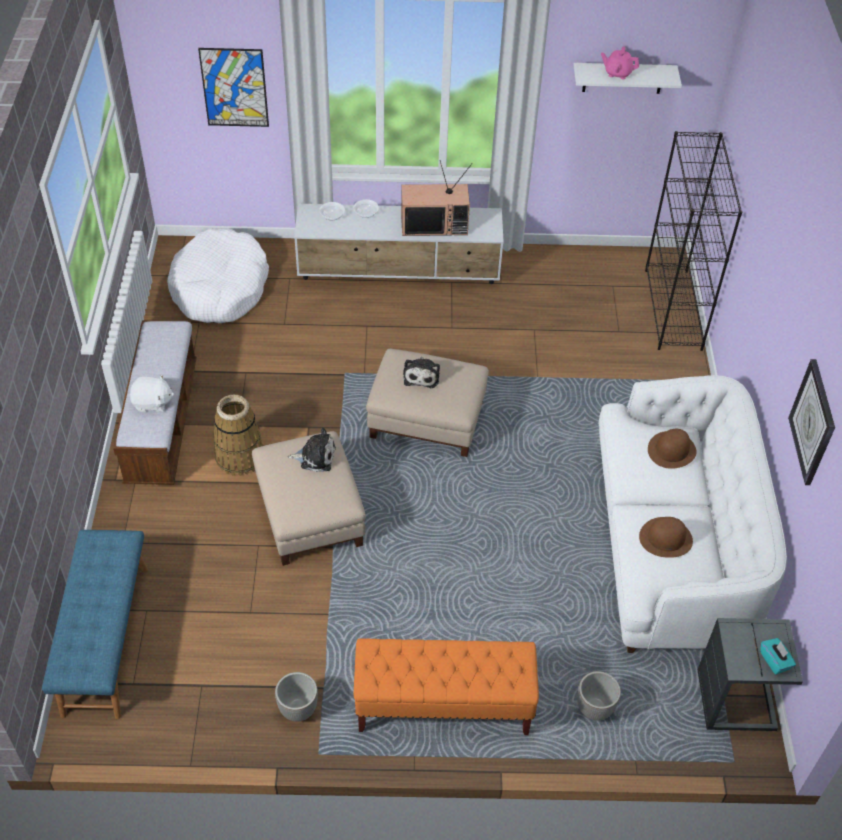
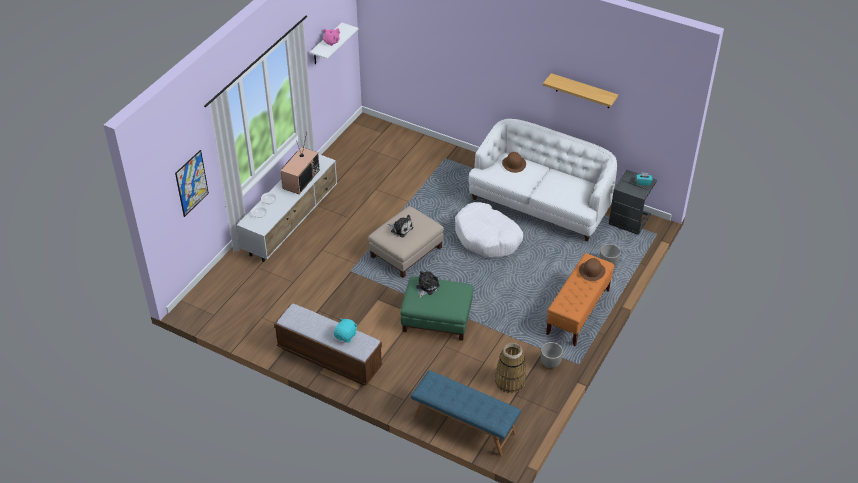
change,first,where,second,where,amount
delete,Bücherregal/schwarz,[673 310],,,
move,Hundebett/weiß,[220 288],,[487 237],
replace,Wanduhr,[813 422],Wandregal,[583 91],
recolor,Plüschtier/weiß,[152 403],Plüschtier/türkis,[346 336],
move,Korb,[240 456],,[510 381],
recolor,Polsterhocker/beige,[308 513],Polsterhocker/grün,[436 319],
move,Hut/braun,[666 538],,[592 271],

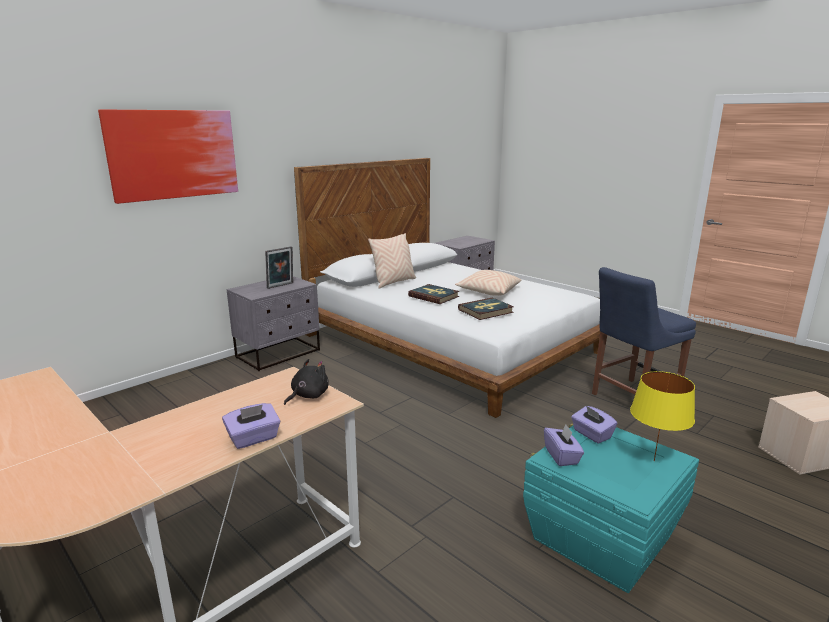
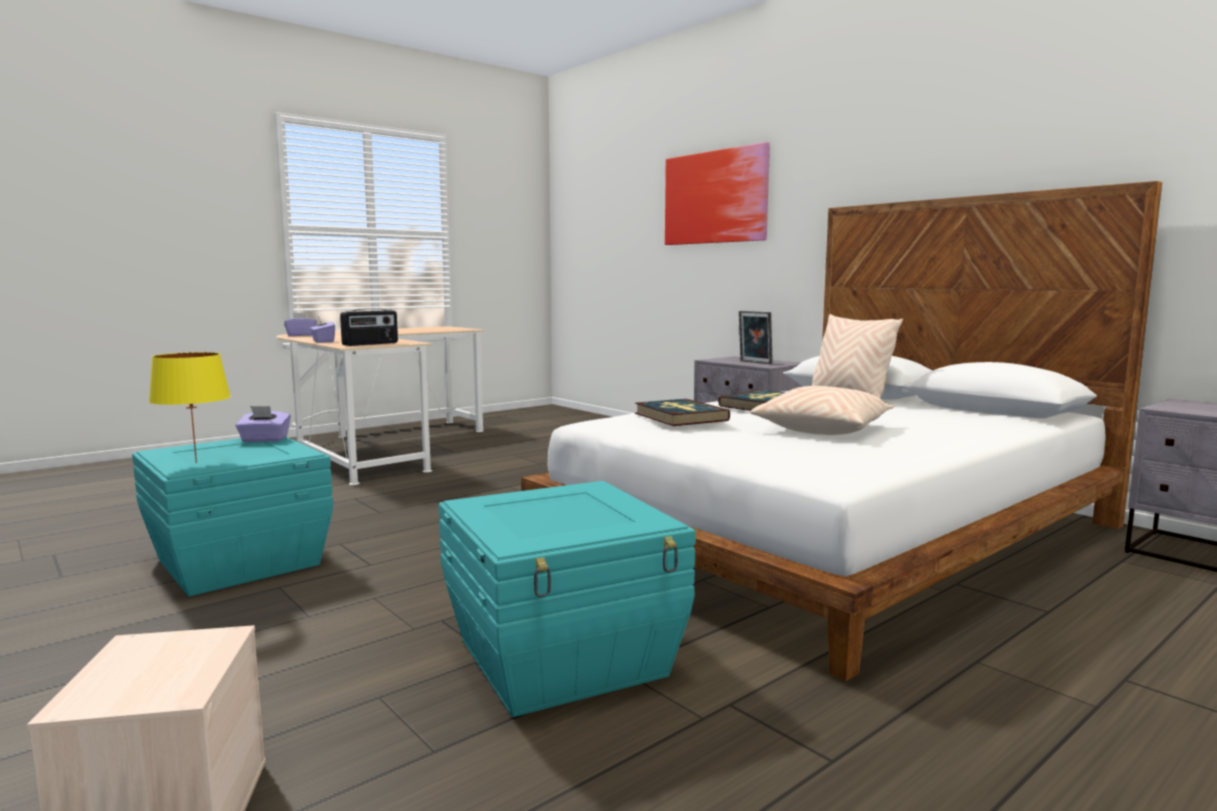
change,first,where,second,where,amount
replace,Stuhl/blau,[631 398],Aufbewahrungsbox/türkis,[564 658],
replace,Plüschtier/schwarz,[308 396],Radio,[370 344],
move,Taschentuchbox/lila,[591 434],,[300 335],

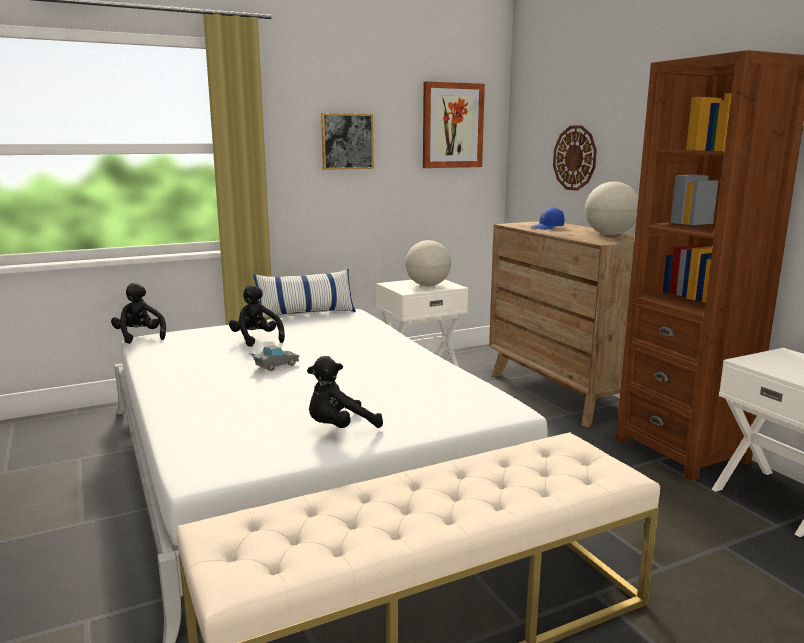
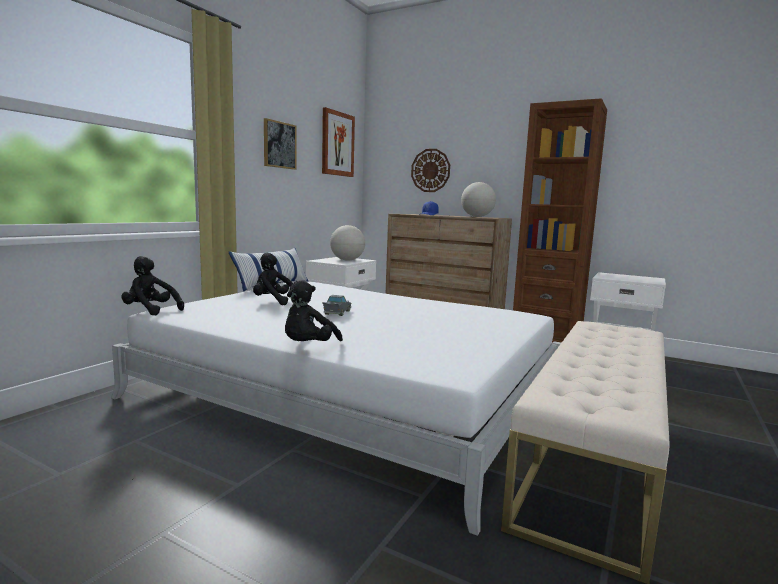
change,first,where,second,where,amount
move,Plüschtier/schwarz,[339 428],,[308 347],

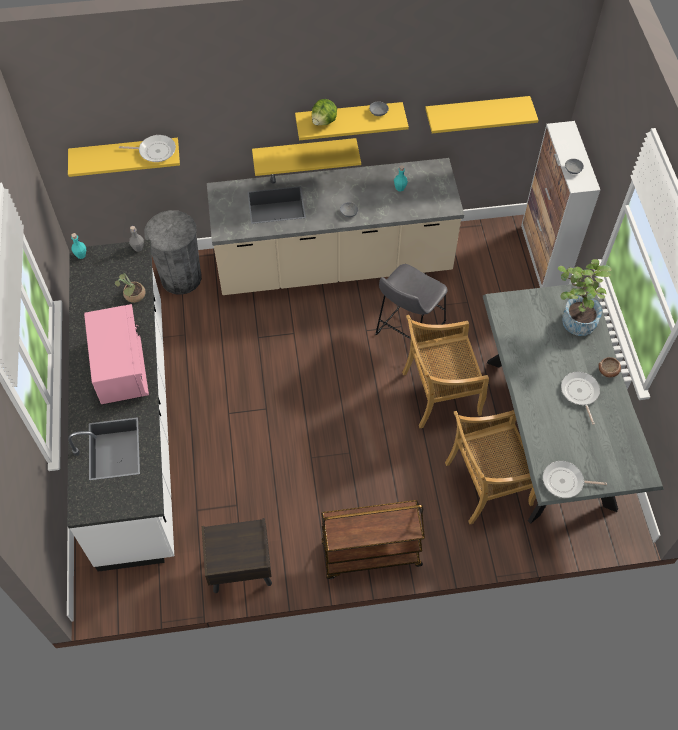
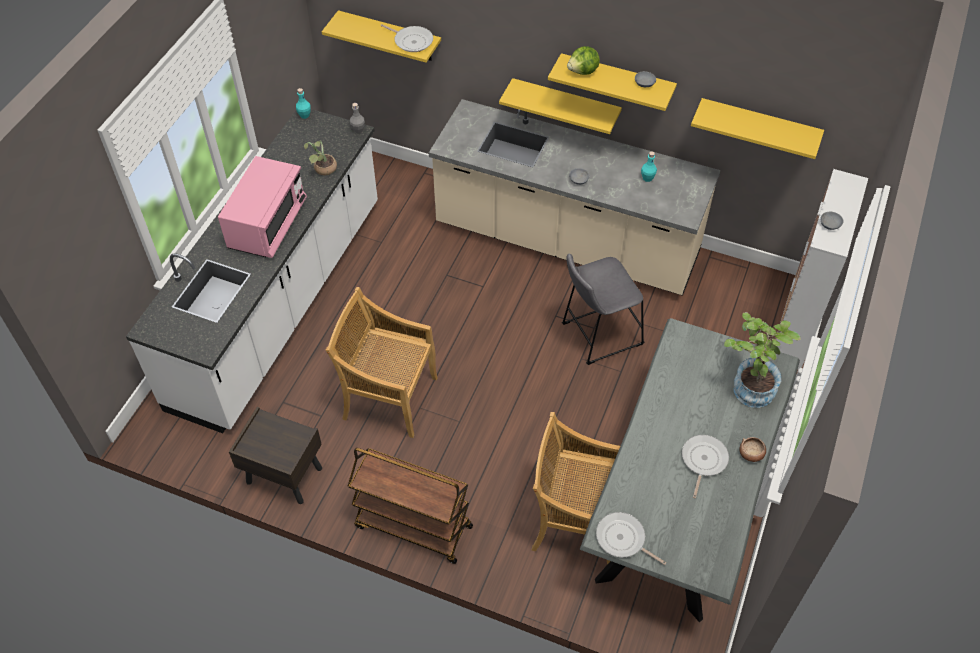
change,first,where,second,where,amount
delete,Mülleimer/grau,[181 278],,,
move,Stuhl/beige,[439 394],,[388 397],

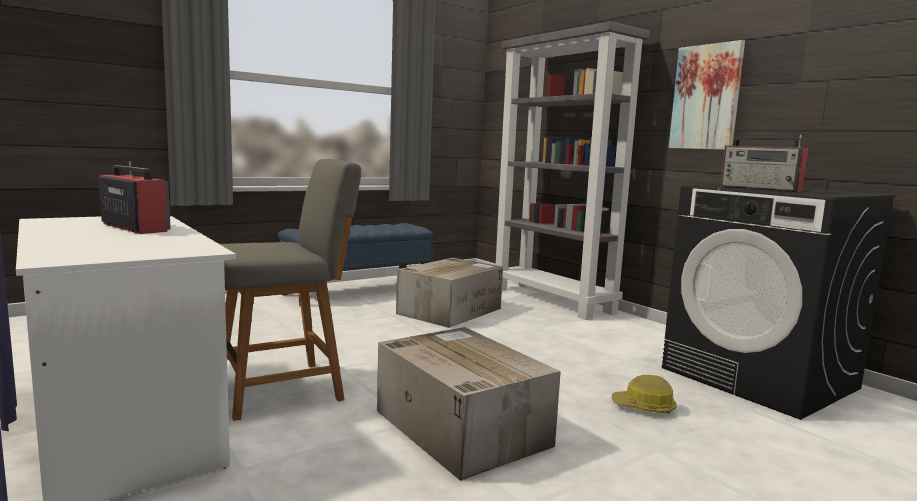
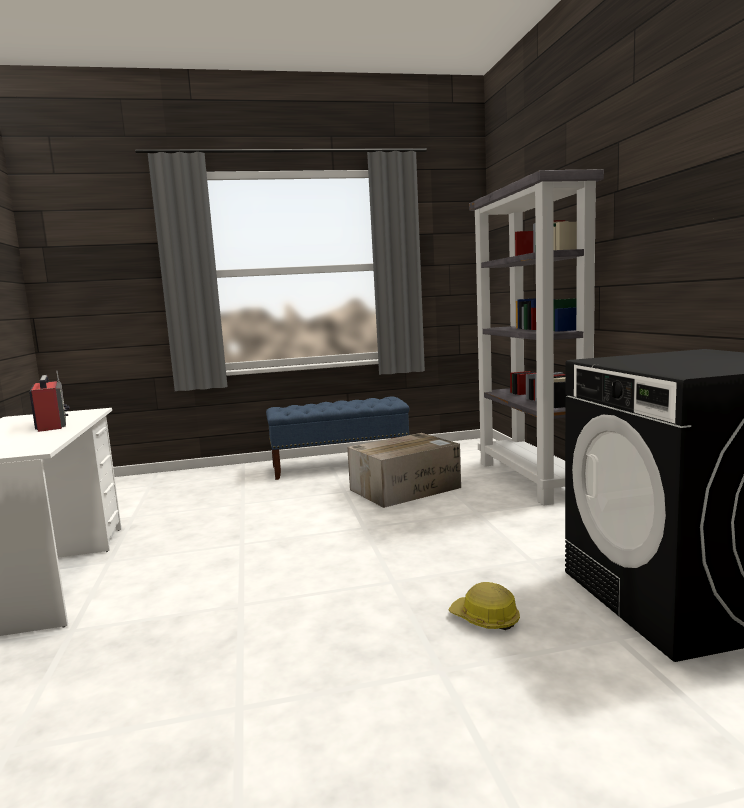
change,first,where,second,where,amount
delete,Bild,[706 97],,,
delete,Radio,[761 189],,,
delete,Stuhl/grau,[284 388],,,
delete,Karton,[459 427],,,

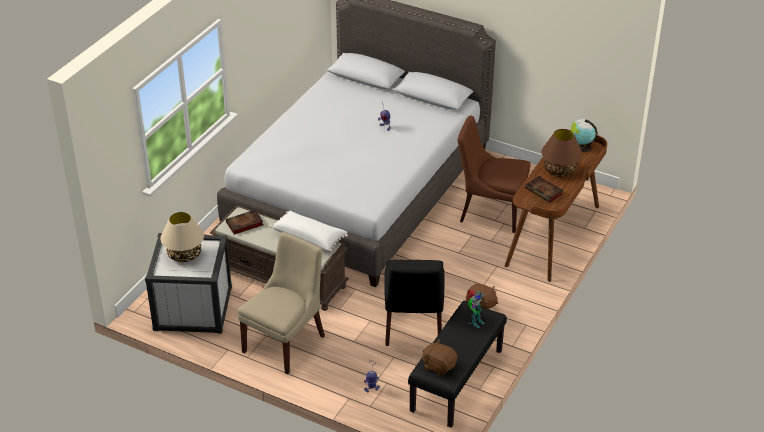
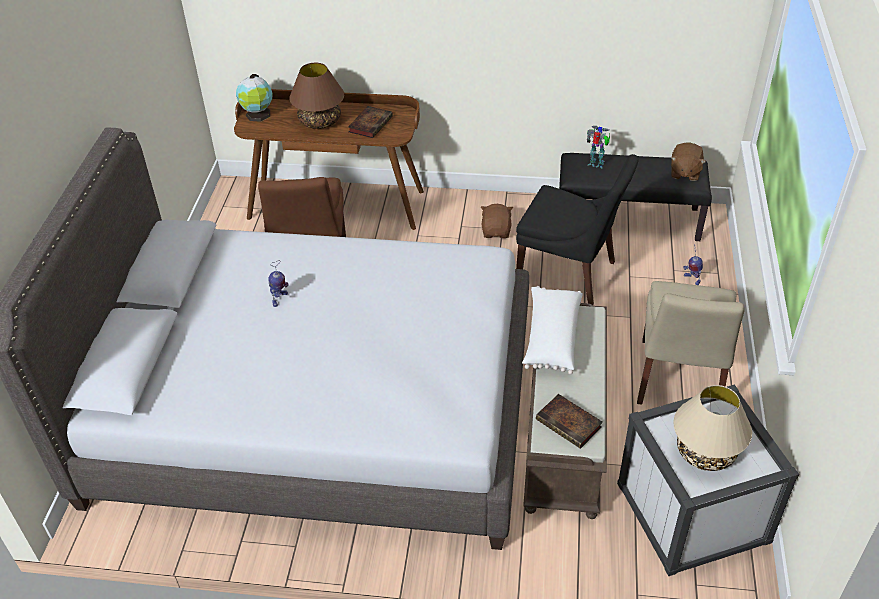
change,first,where,second,where,amount
rotate,Stuhl/beige,[285 342],,[679 380],90 degrees counterclockwise
rotate,Stuhl/schwarz,[413 327],,[569 274],45 degrees clockwise

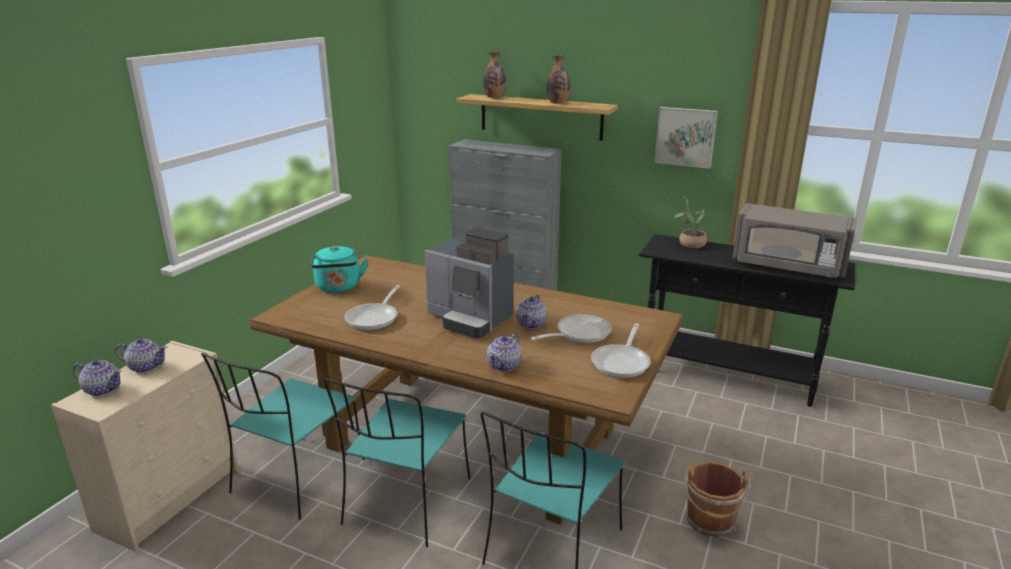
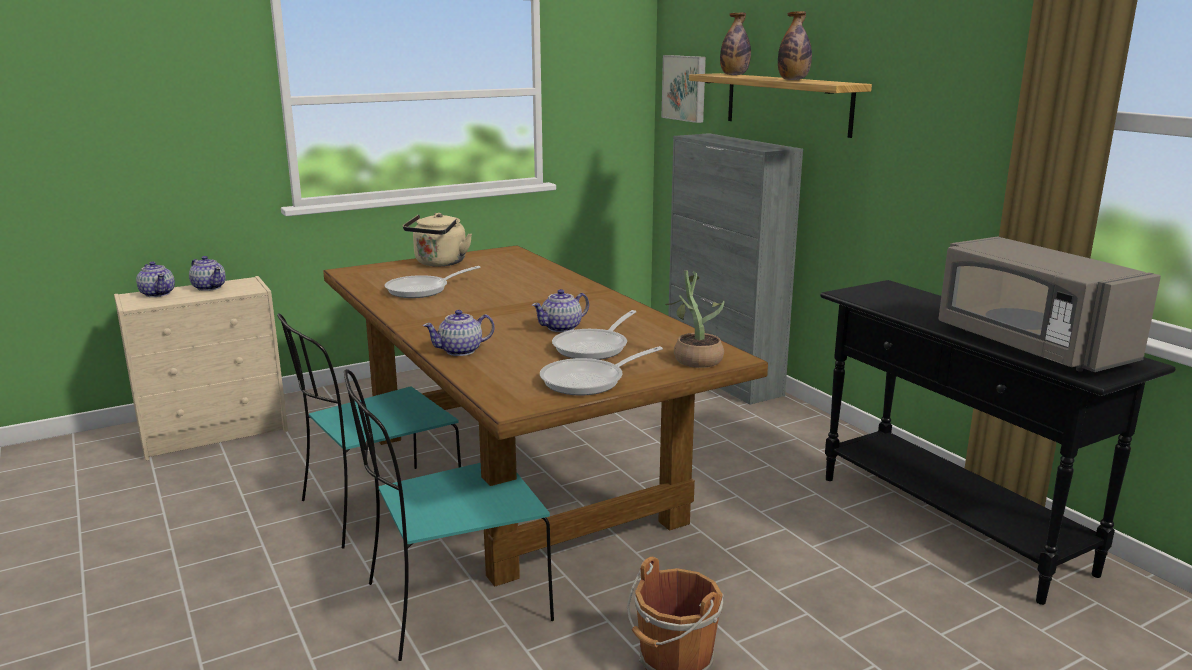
change,first,where,second,where,amount
move,Bild,[685 136],,[685 88],
move,Topfpflanze,[688 243],,[694 358],
delete,Kaffeemaschine,[470 319],,,
recolor,Wasserkessel/türkis,[338 288],Wasserkessel/beige,[439 263],
rotate,Pfanne,[579 334],,[594 347],120 degrees clockwise
delete,Stuhl/türkis,[296 478],,,

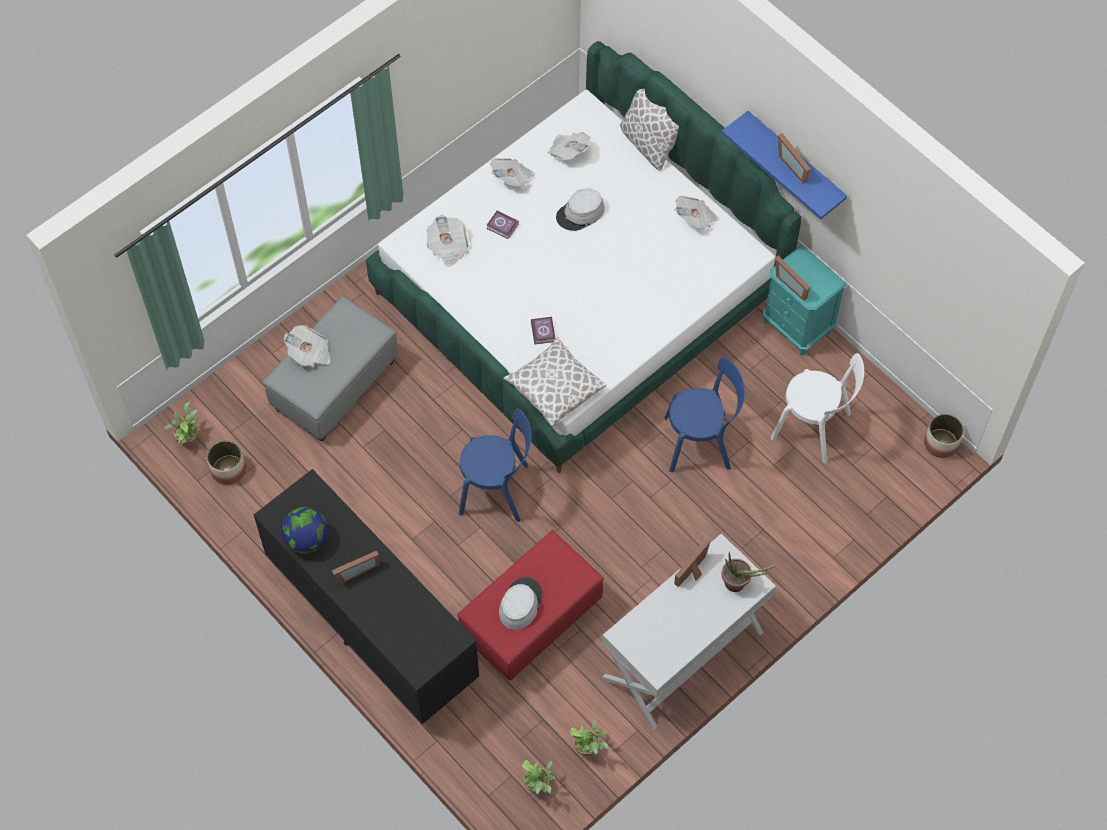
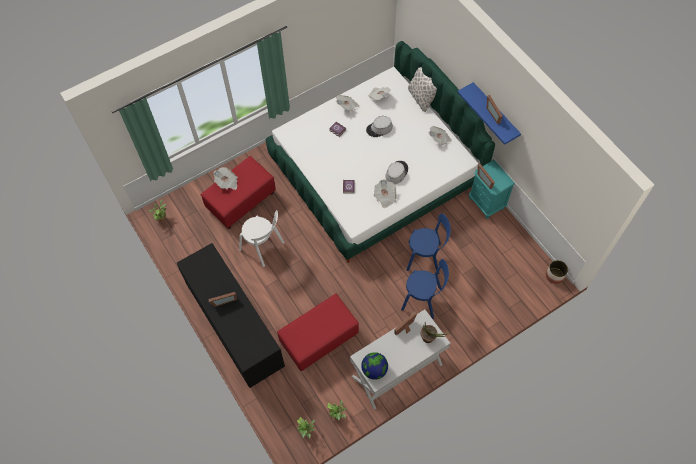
change,first,where,second,where,amount
move,Zeitung,[448 247],,[385 197],
recolor,Polsterhocker/grau,[335 384],Polsterhocker/rot,[241 201],
delete,Kissen,[554 389],,,
move,Stuhl/weiß,[814 428],,[263 247],
move,Stuhl/blau,[498 490],,[423 299],
delete,Pflanzkübel,[228 469],,,
move,Globus,[307 539],,[374 370],
move,Hut/grau,[520 604],,[396 172],

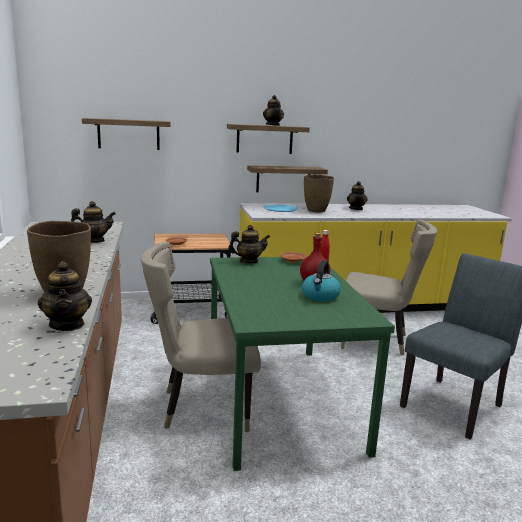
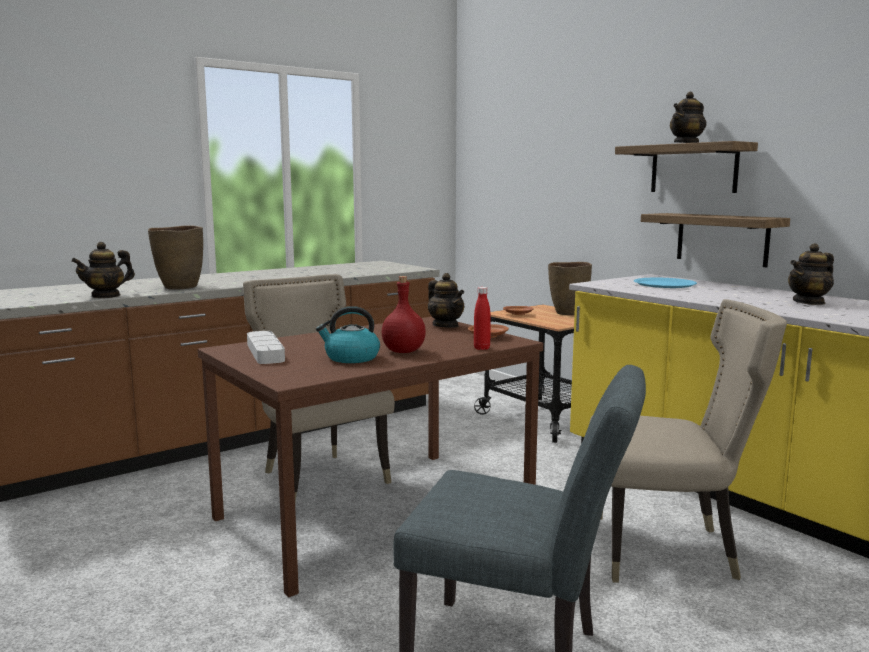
change,first,where,second,where,amount
delete,Wandregal,[128 134],,,
move,Vase/braun,[316 211],,[568 313],
delete,Teekanne,[94 241],,,
rotate,Stuhl/beige,[377 340],,[669 551],75 degrees counterclockwise
recolor,Esstisch/grün,[278 399],Esstisch/braun,[377 511],
insert,,,Tablett/grau,[265 352],

